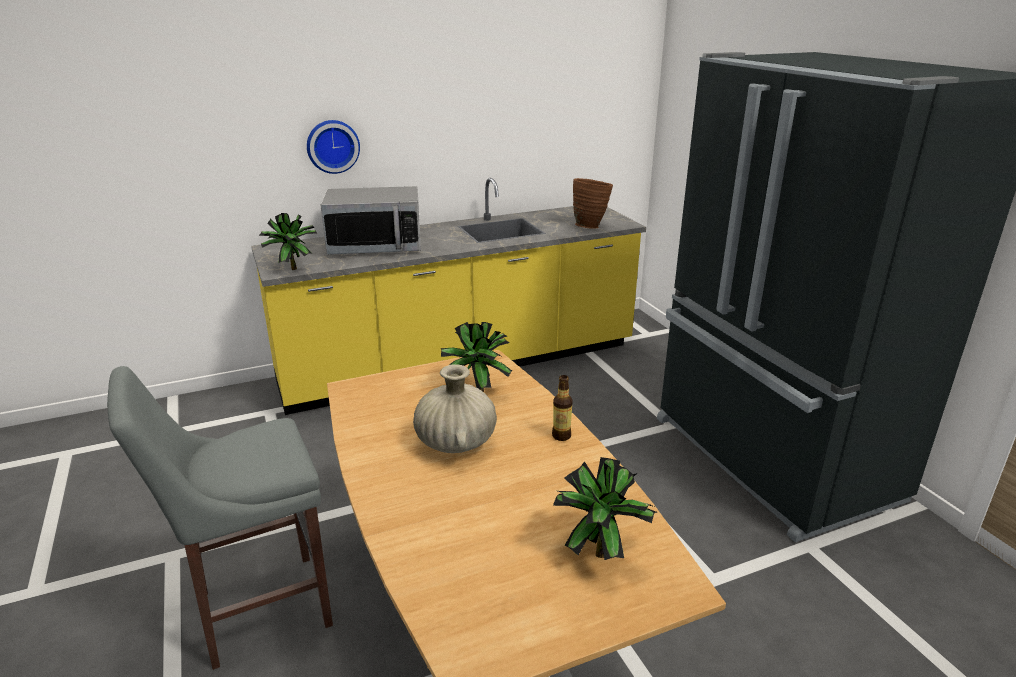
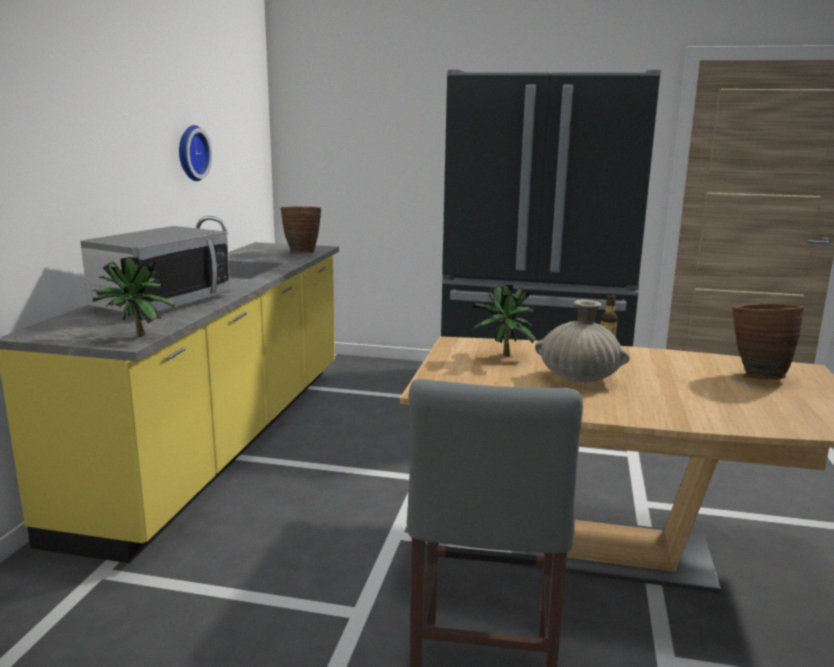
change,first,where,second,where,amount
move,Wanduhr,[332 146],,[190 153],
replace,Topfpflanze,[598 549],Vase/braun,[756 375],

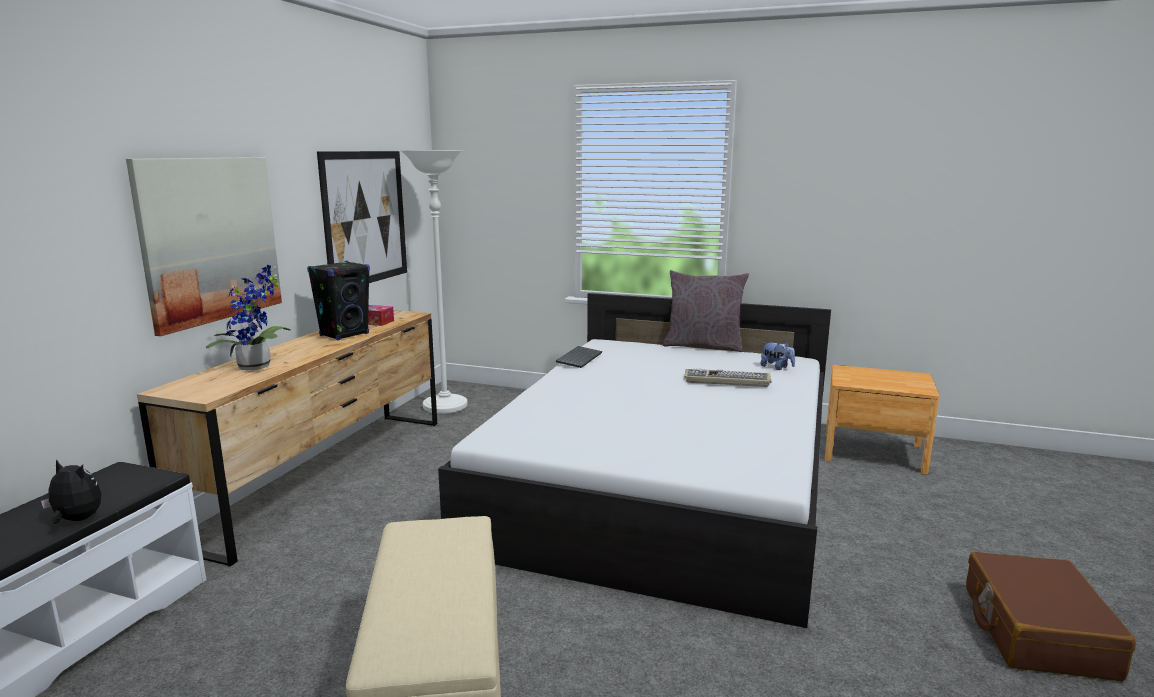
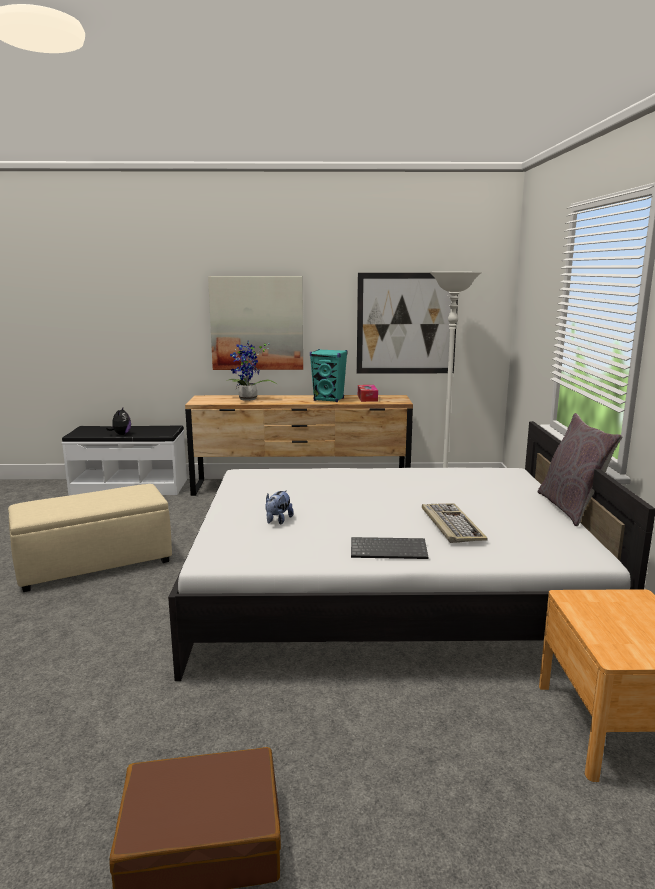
change,first,where,second,where,amount
recolor,Lautsprecher/schwarz,[344 335],Lautsprecher/türkis,[329 399],
move,Plüschtier,[776 367],,[278 521],
move,Tastatur,[578 358],,[389 549],

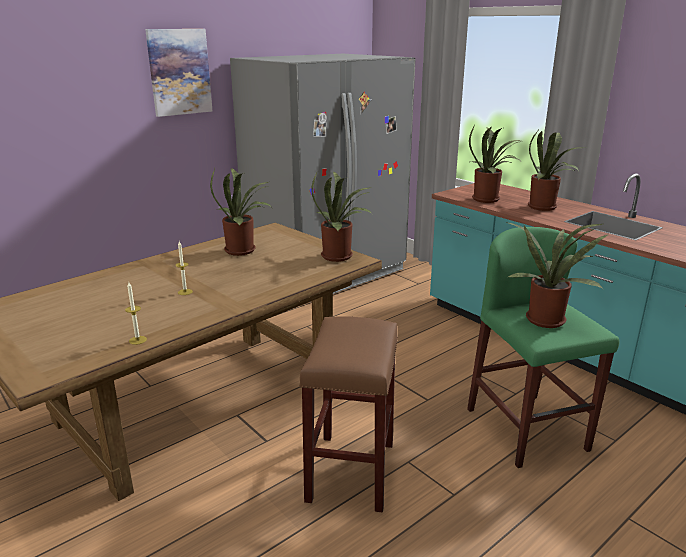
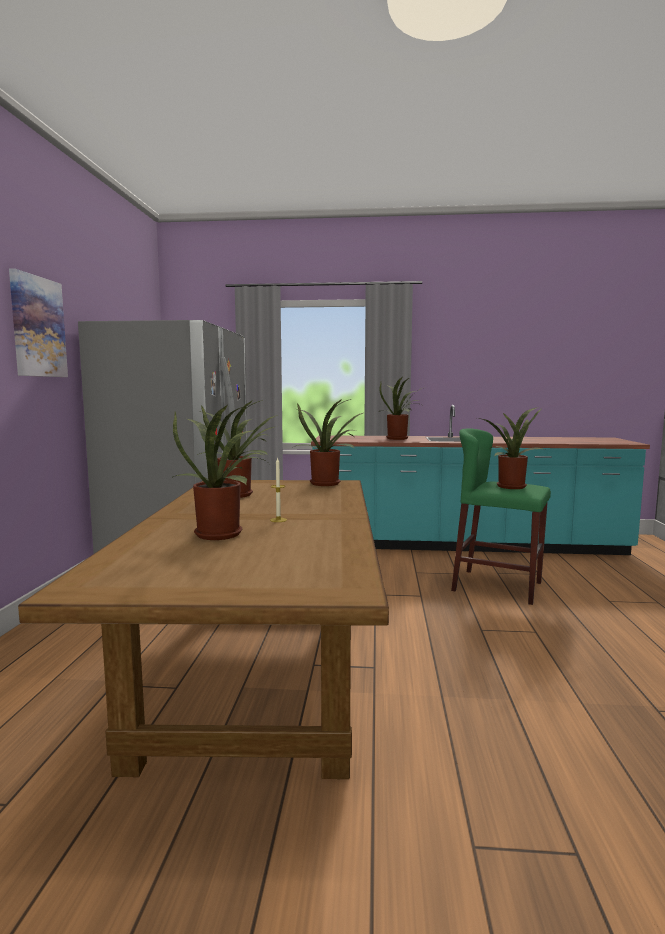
change,first,where,second,where,amount
move,Topfpflanze,[488 200],,[223 533],
delete,Kerze,[137 340],,,
delete,Hocker/braun,[350 470],,,

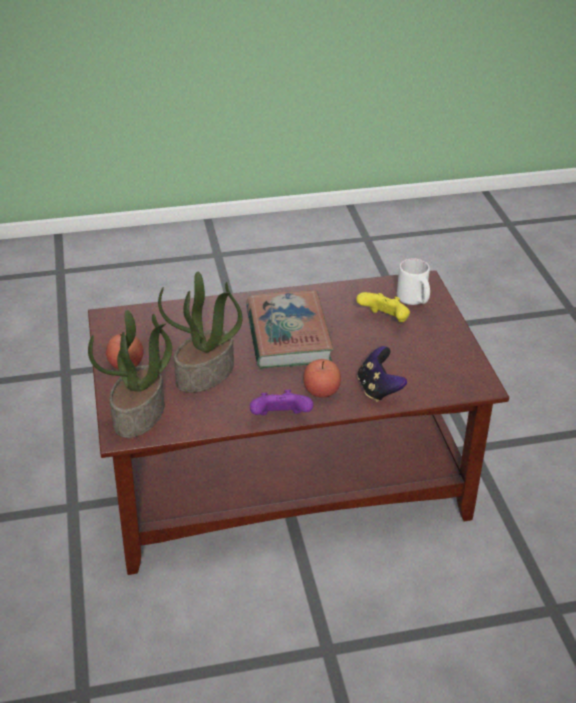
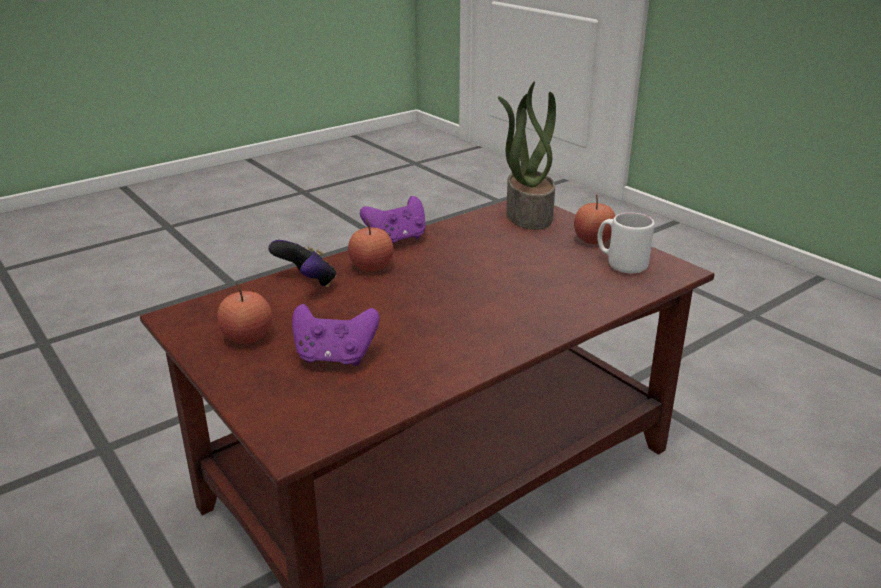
change,first,where,second,where,amount
move,Henkelbecher/weiß,[414 301],,[620 264],
delete,Topfpflanze,[205 375],,,
delete,Buch,[288 335],,,
recolor,Gamepad/gelb,[384 320],Gamepad/lila,[335 357],
insert,,,Apfel,[248 337],

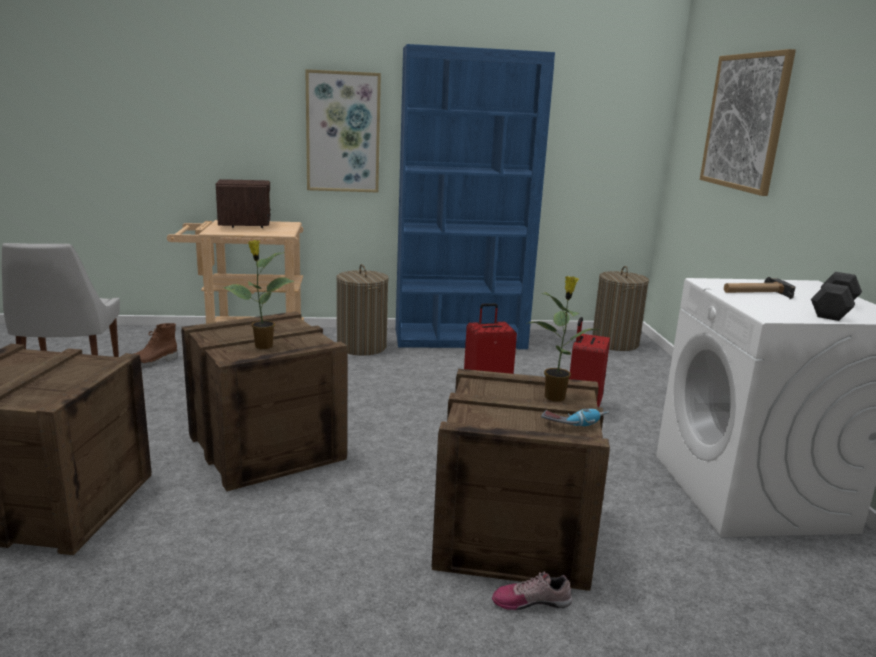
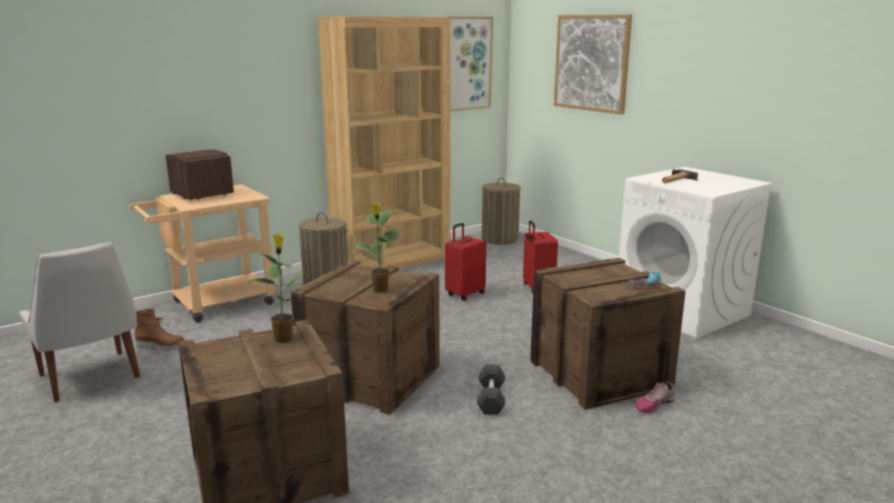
change,first,where,second,where,amount
recolor,Bücherregal/blau,[460 339],Bücherregal/braun,[392 261],
move,Bild,[343 132],,[467 63],
move,Hantel/schwarz,[833 310],,[491 399],
move,Topfpflanze,[555 397],,[284 338],
rotate,Stiefel/braun,[153 363],,[162 346],90 degrees counterclockwise

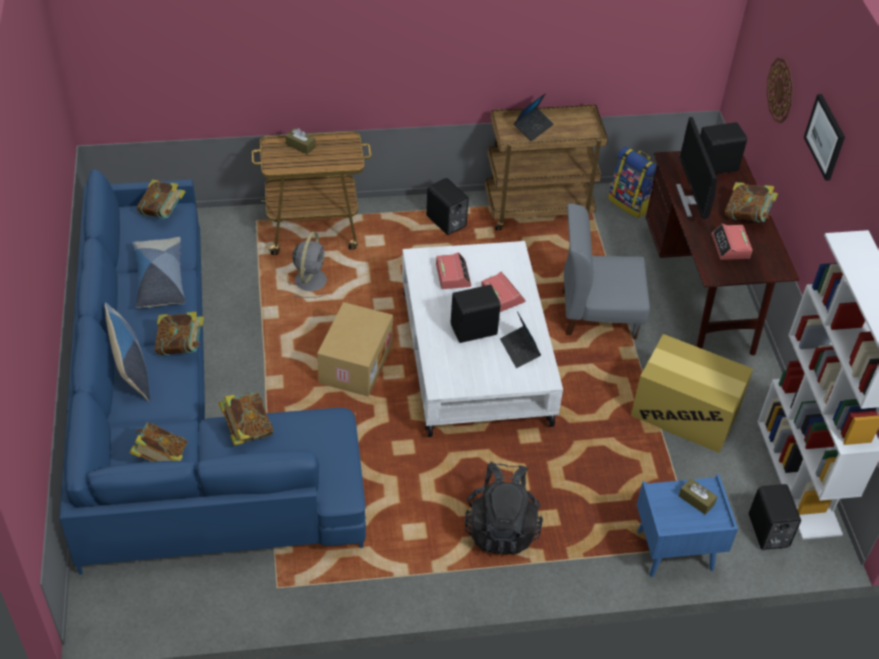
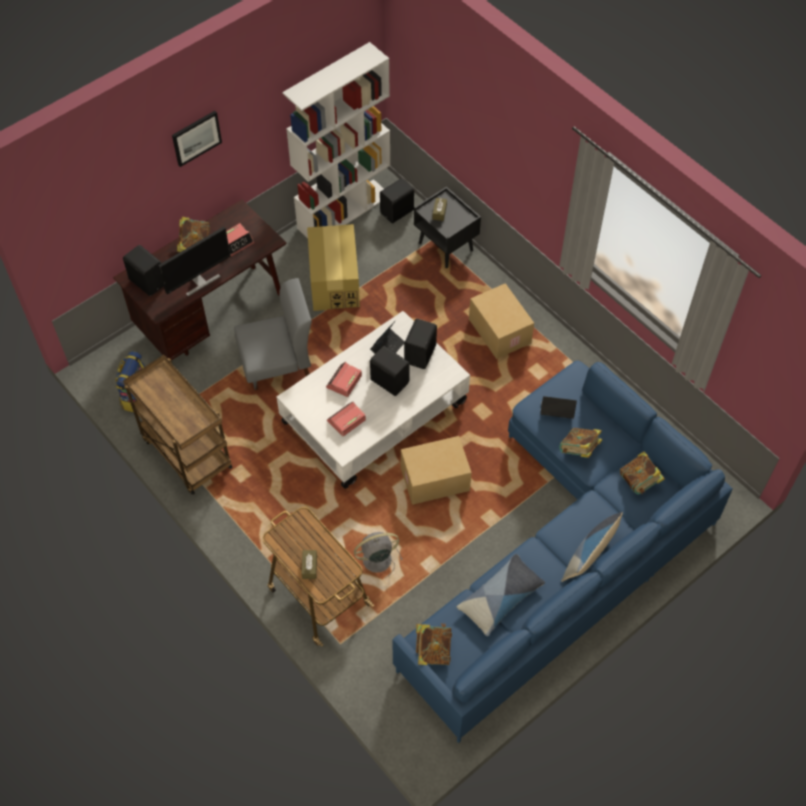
change,first,where,second,where,amount
delete,Wanduhr,[780 90],,,
move,Laptop,[533 127],,[556 412],
move,Lautsprecher/schwarz,[445 222],,[421 354],
rotate,Stuhl/grau,[597 313],,[277 364],75 degrees counterclockwise
delete,Buch,[181 346],,,
replace,Rucksack/schwarz,[501 528],Karton,[498 331],
recolor,Nachttisch/blau,[674 551],Nachttisch/schwarz,[446 247],

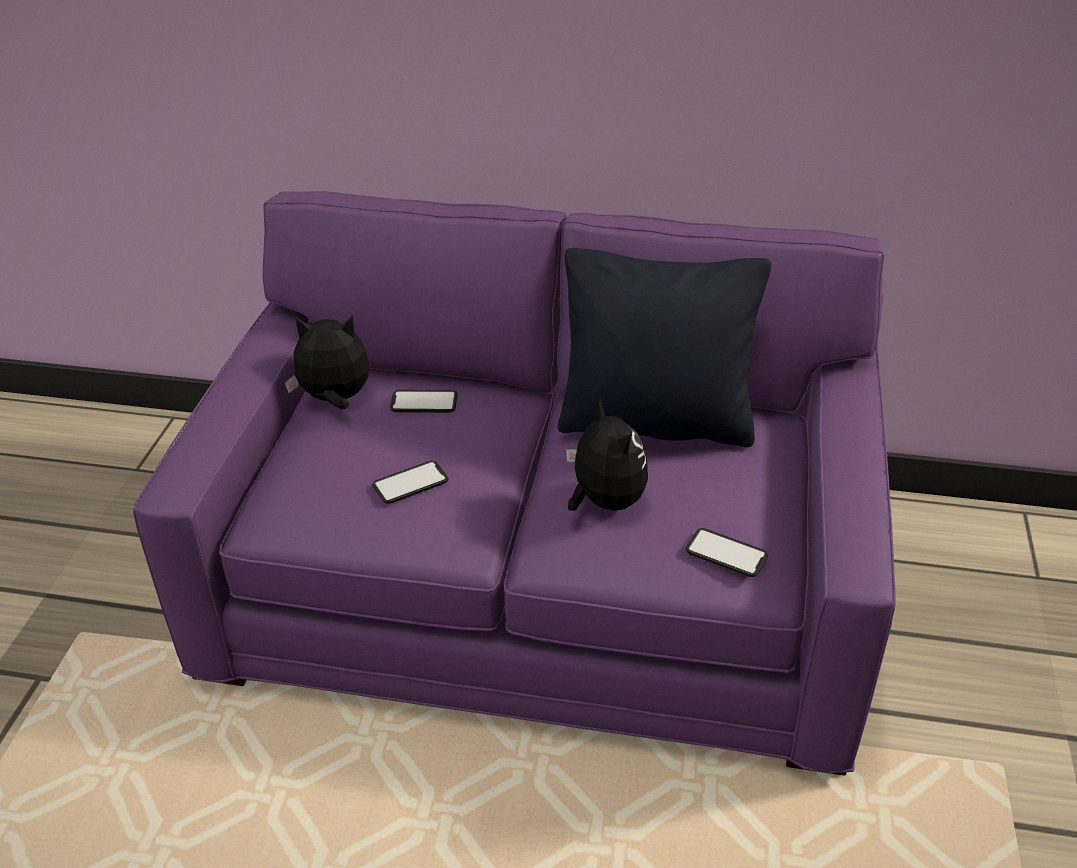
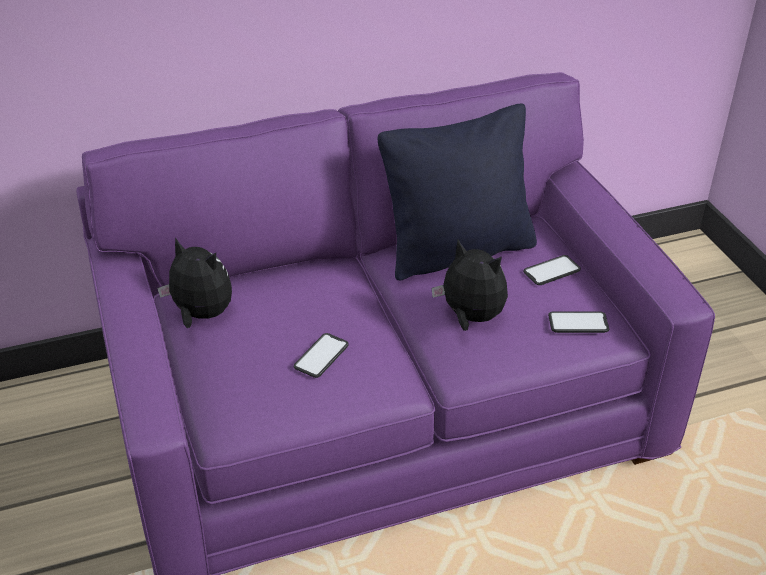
change,first,where,second,where,amount
rotate,Plüschtier,[335 399],,[201 315],60 degrees clockwise
move,Handy,[424 402],,[551 271],

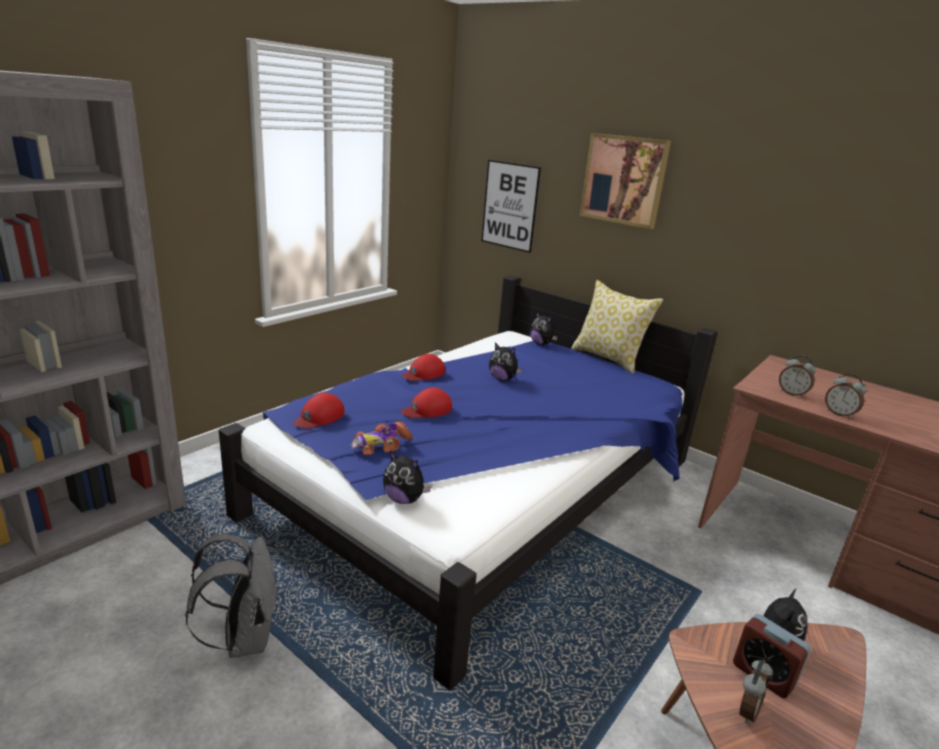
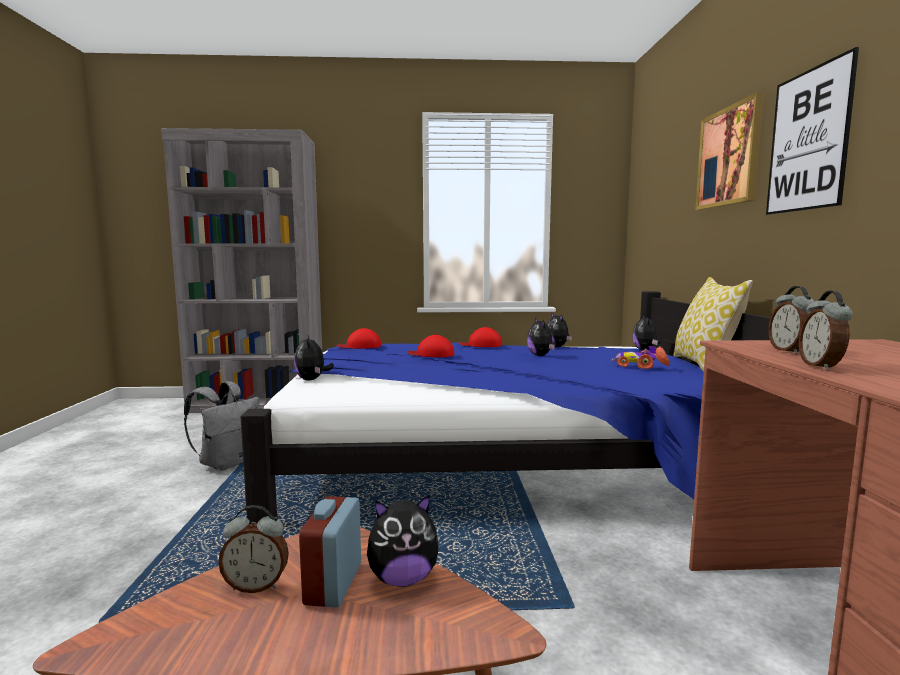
change,first,where,second,where,amount
move,Bild,[510 206],,[808 140],
move,Spielzeugauto,[380 445],,[639 365],
insert,,,Plüschtier,[557 346],

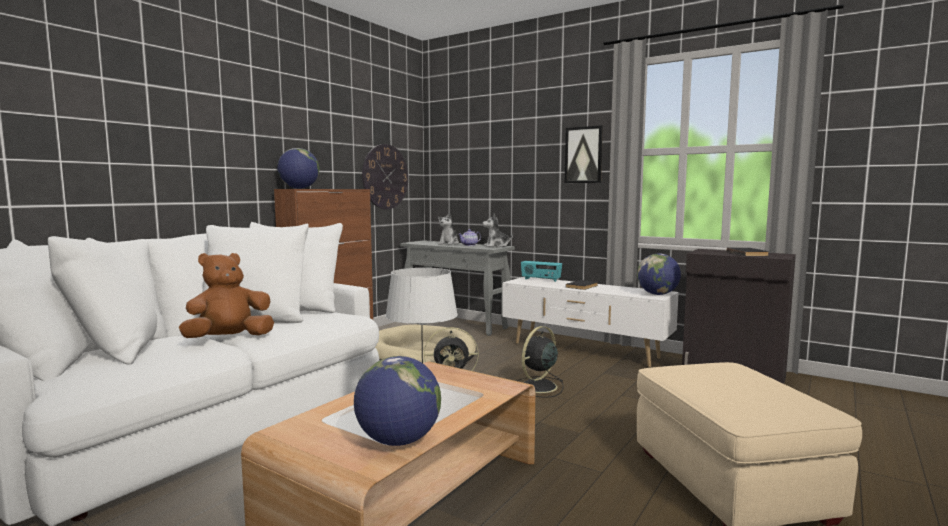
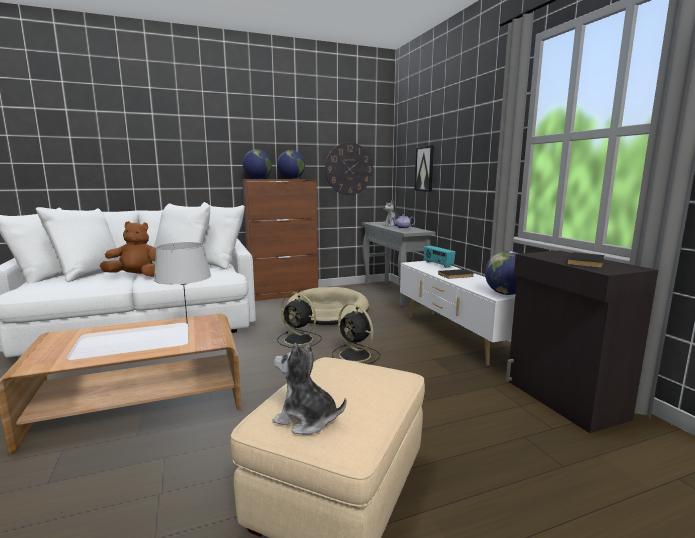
change,first,where,second,where,amount
move,Bild,[583 155],,[424 169],
move,Plüschtier,[496 246],,[306 420],
rotate,Ventilator/schwarz,[537 387],,[356 355],120 degrees counterclockwise
move,Globus,[398 441],,[291 179],

